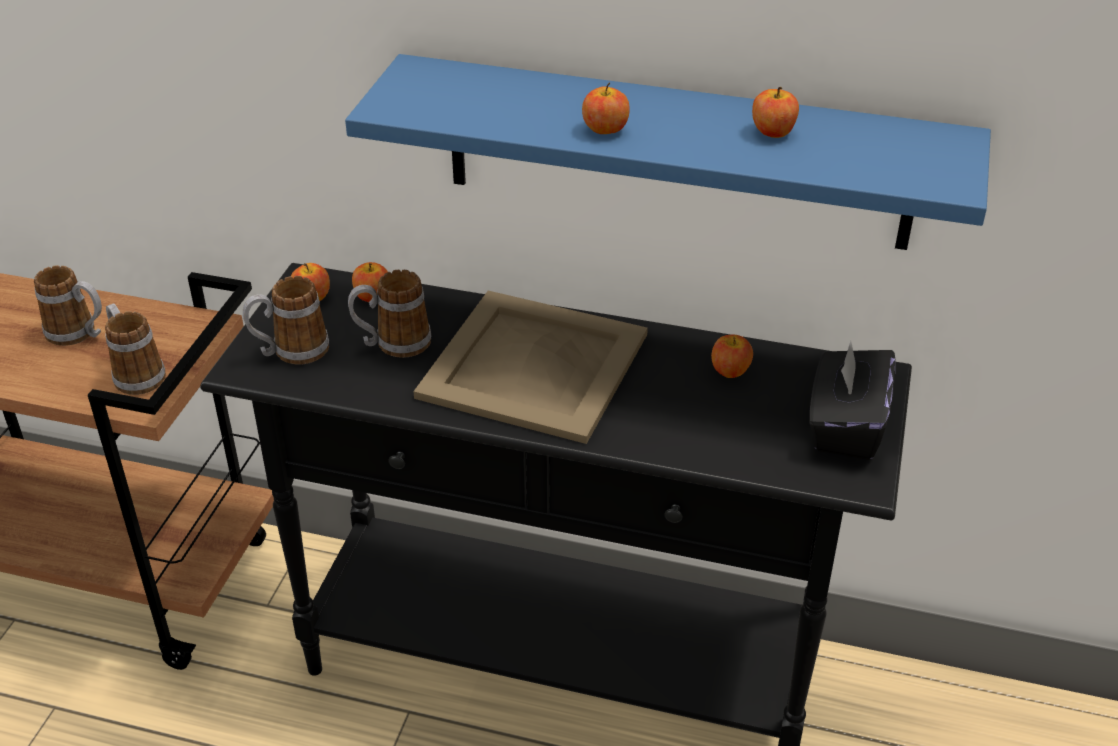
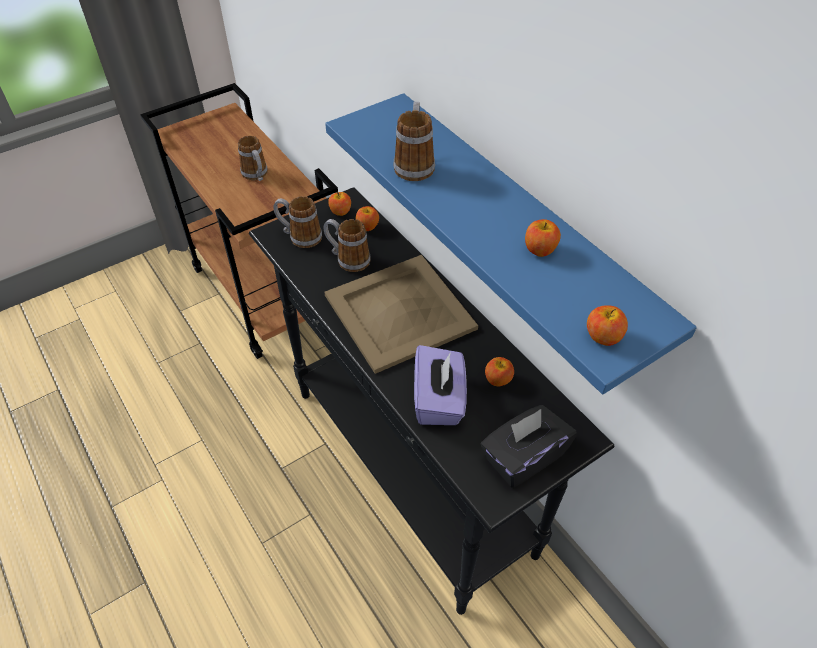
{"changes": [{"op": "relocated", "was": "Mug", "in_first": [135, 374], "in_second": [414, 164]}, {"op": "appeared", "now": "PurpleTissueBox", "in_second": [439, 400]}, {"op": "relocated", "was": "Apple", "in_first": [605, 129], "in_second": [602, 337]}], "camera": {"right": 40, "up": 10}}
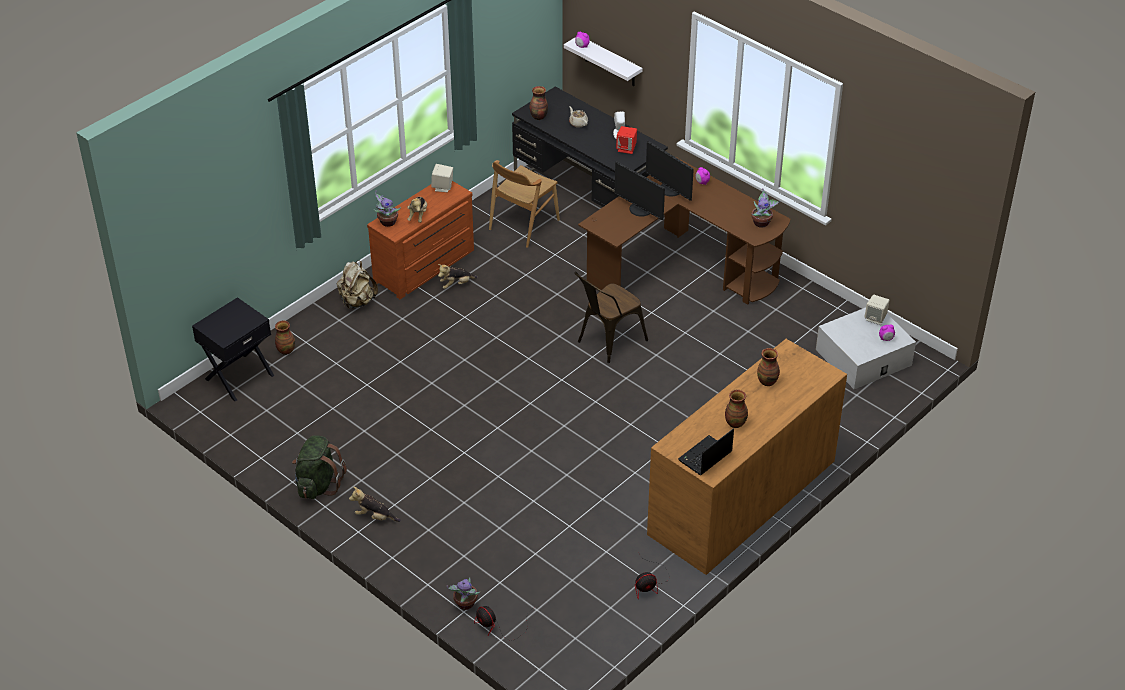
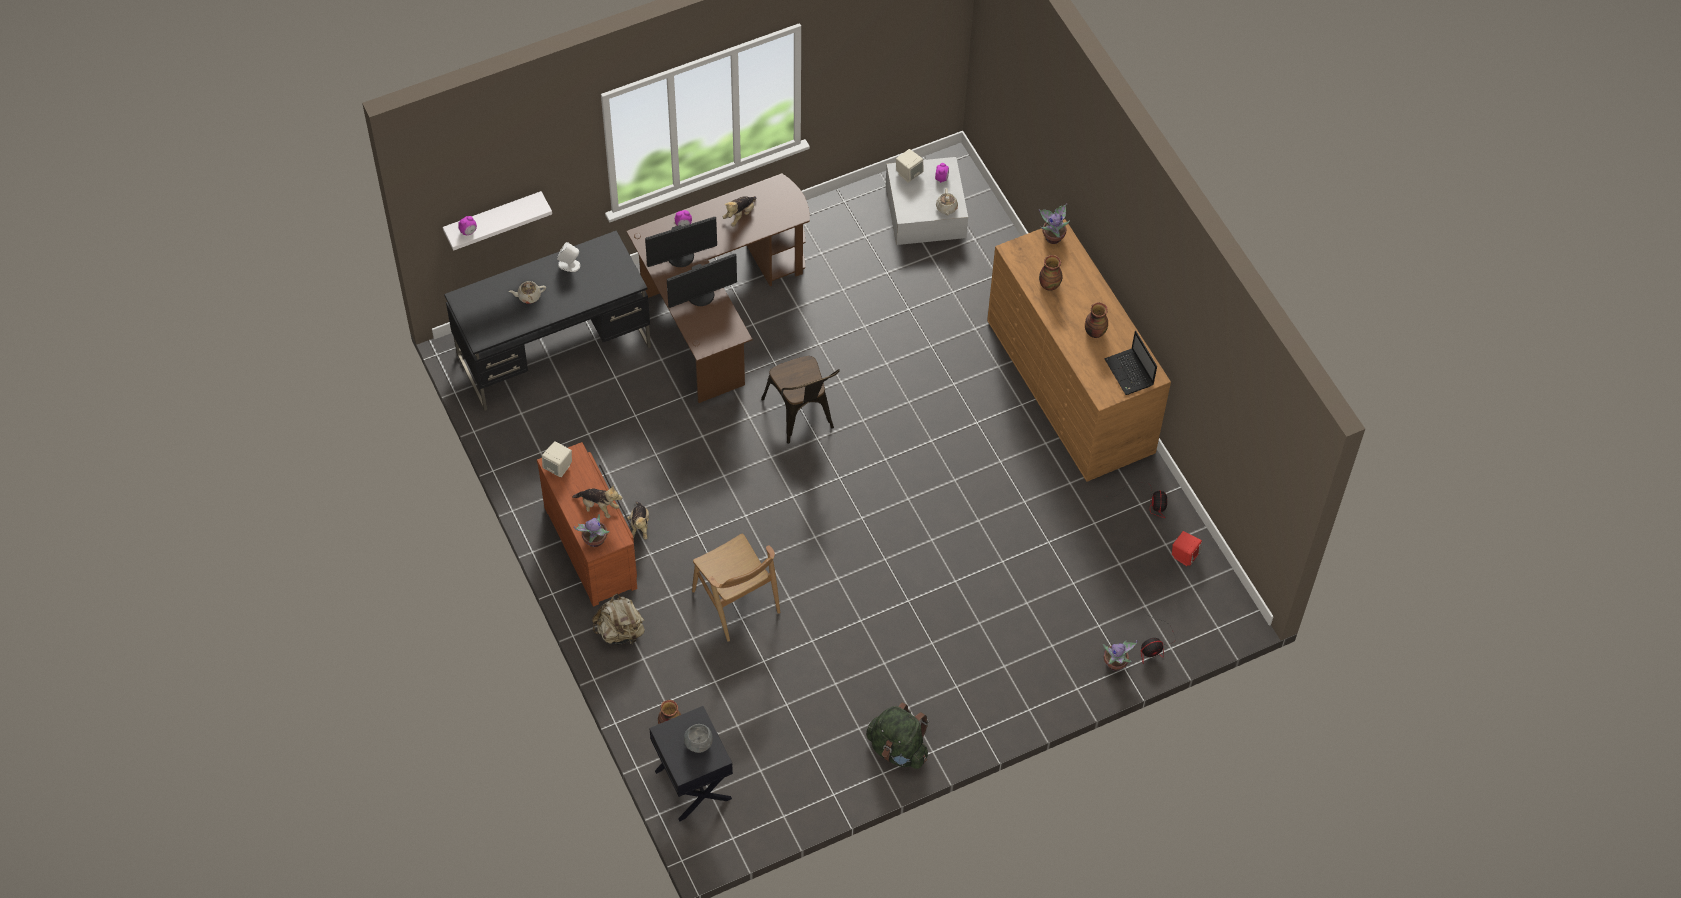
{"changes": [{"op": "appeared", "now": "GreyBowl", "in_second": [698, 743]}, {"op": "relocated", "was": "BrownChair", "in_first": [523, 224], "in_second": [736, 602]}, {"op": "relocated", "was": "PlushToy", "in_first": [374, 517], "in_second": [740, 215]}, {"op": "appeared", "now": "BeigeTeapot", "in_second": [946, 208]}, {"op": "relocated", "was": "PottedPlant", "in_first": [762, 223], "in_second": [1053, 236]}, {"op": "relocated", "was": "RedSpeaker", "in_first": [626, 149], "in_second": [1184, 555]}, {"op": "missing", "was": "Vase", "in_first": [538, 117]}], "camera": {"right": -70, "up": 15}}
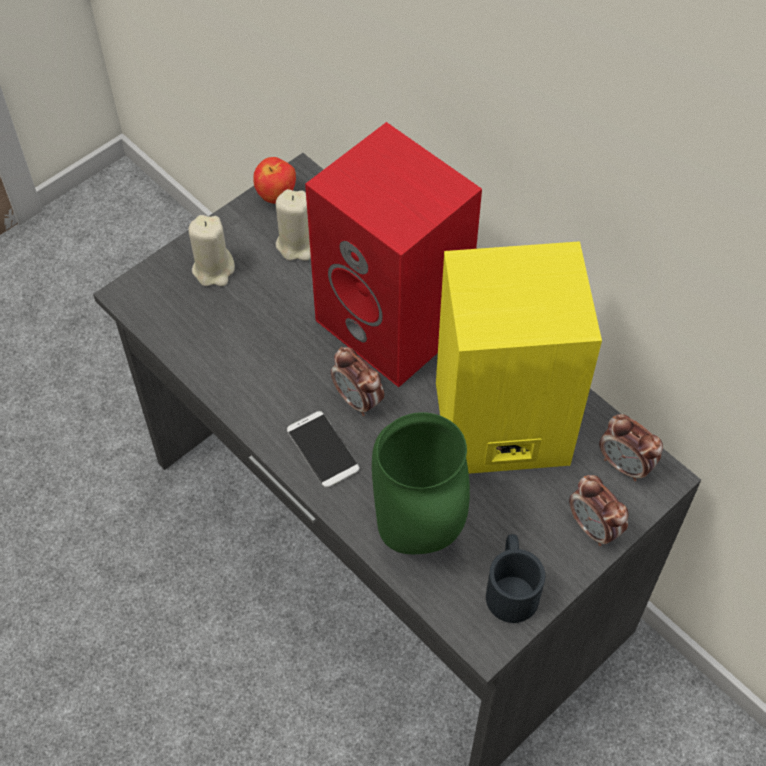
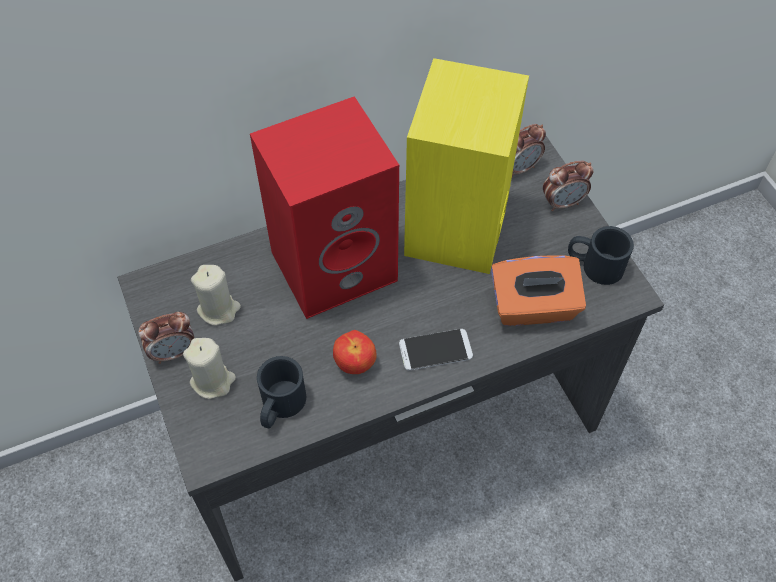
{"changes": [{"op": "relocated", "was": "AlarmClock", "in_first": [358, 400], "in_second": [174, 352]}, {"op": "appeared", "now": "BlackMug", "in_second": [280, 407]}, {"op": "relocated", "was": "Apple", "in_first": [276, 197], "in_second": [355, 364]}, {"op": "exchanged", "was": "GreenVase", "now": "OrangeTissueBox", "in_first": [419, 533], "in_second": [533, 307]}], "camera": {"right": -70, "up": 0}}
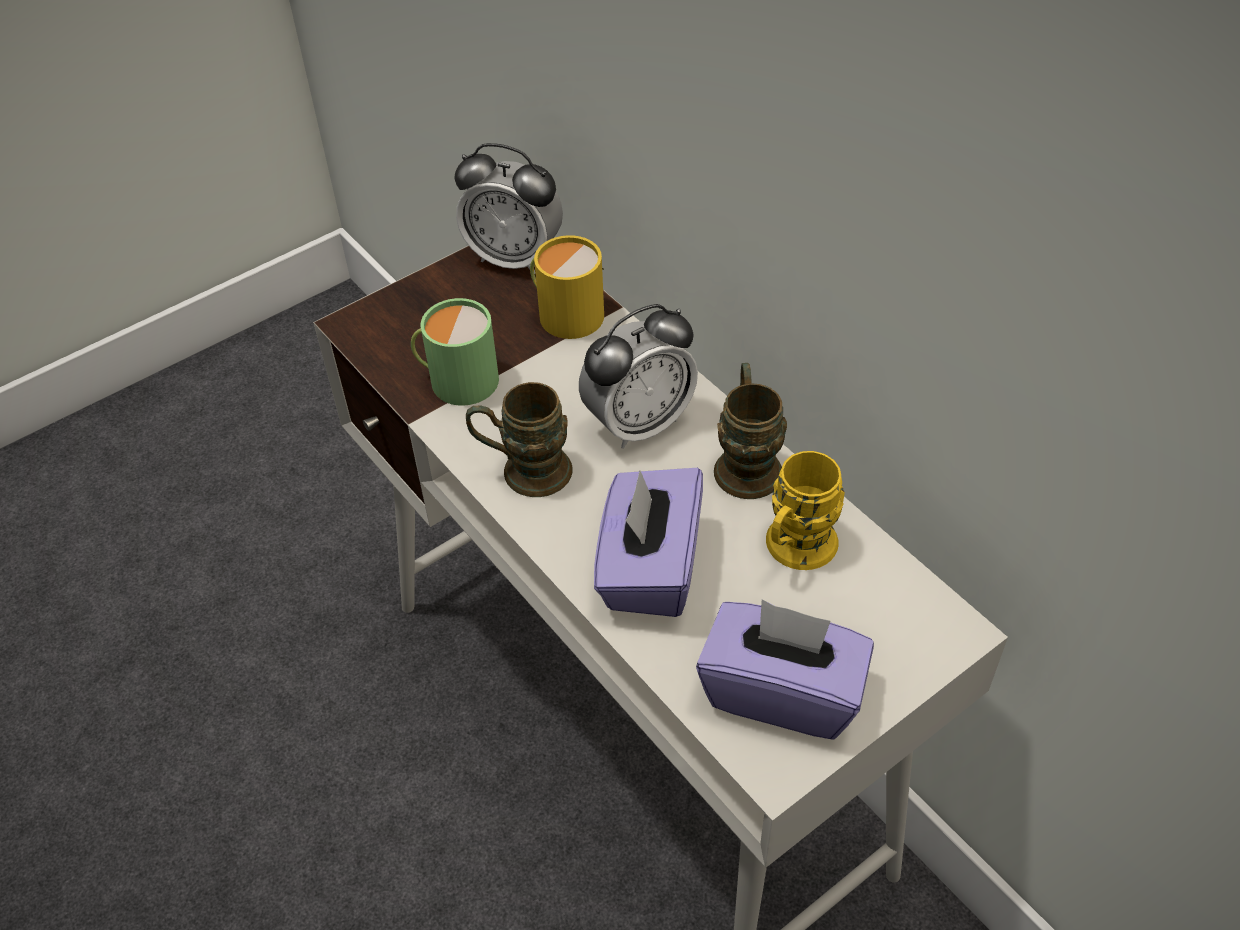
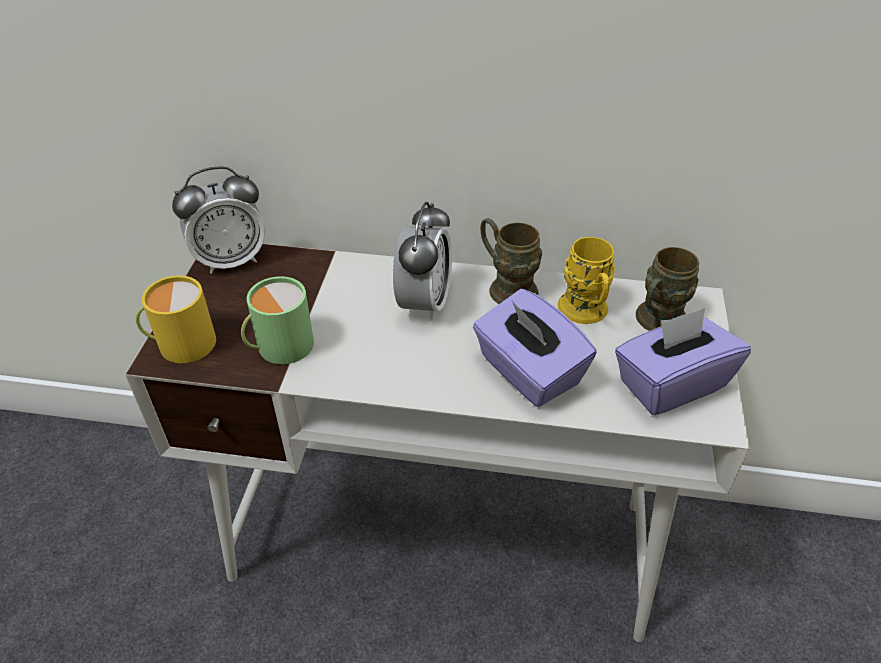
{"changes": [{"op": "relocated", "was": "YellowMug", "in_first": [566, 312], "in_second": [181, 343]}, {"op": "relocated", "was": "BrownMug", "in_first": [524, 471], "in_second": [656, 322]}], "camera": {"right": -45, "up": -5}}
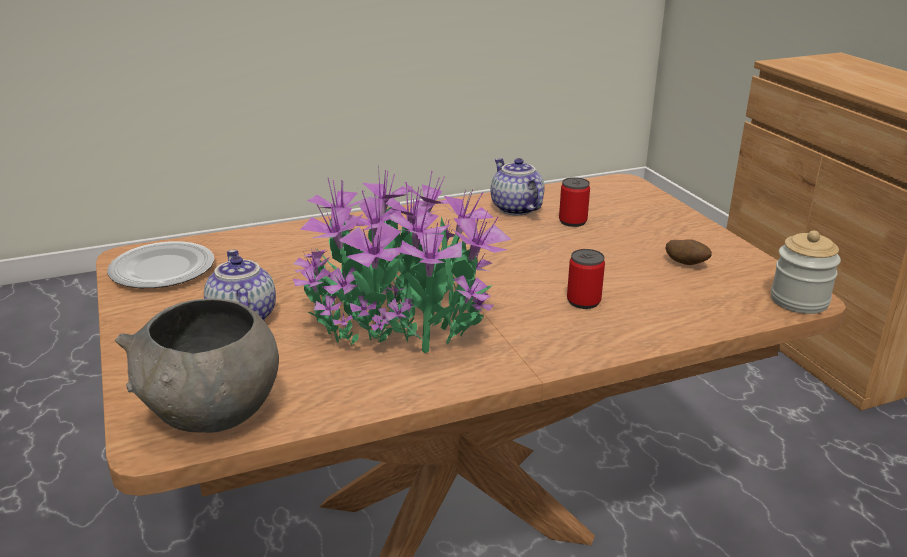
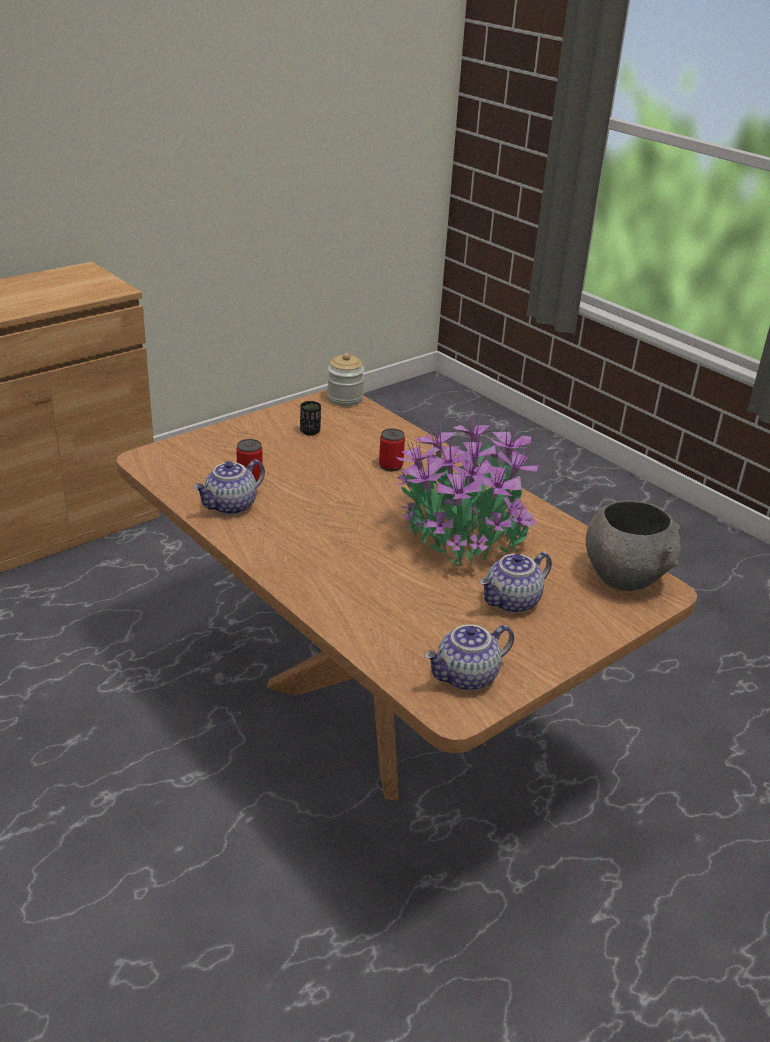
{"changes": [{"op": "exchanged", "was": "Potato", "now": "BlackCup", "in_first": [686, 264], "in_second": [310, 431]}, {"op": "exchanged", "was": "Plate", "now": "Teapot", "in_first": [161, 270], "in_second": [466, 678]}], "camera": {"right": -110, "up": 5}}
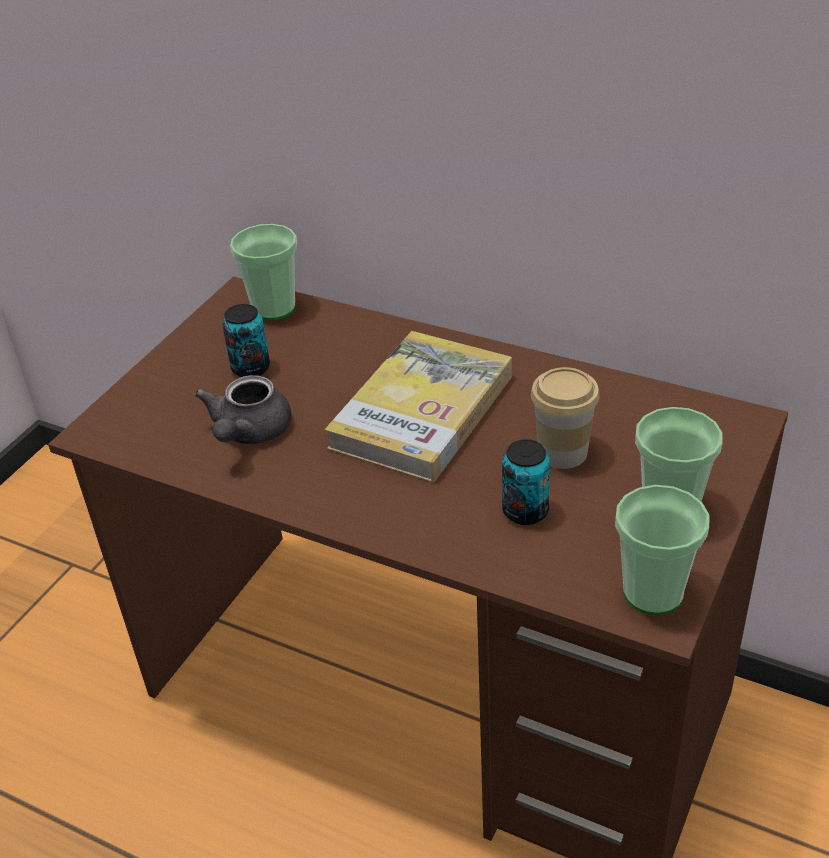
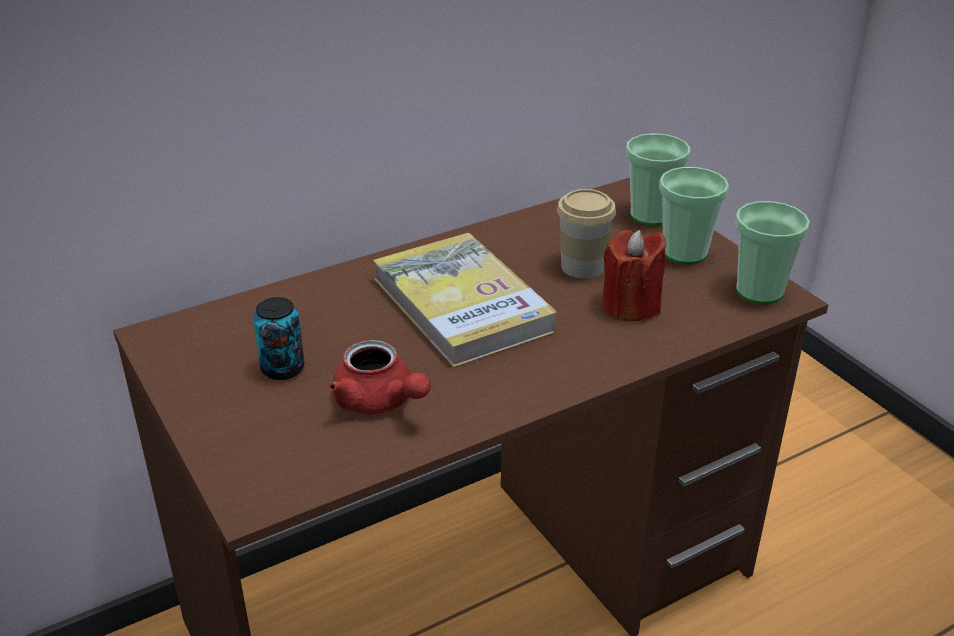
{"changes": [{"op": "colour", "was": "GreyTeapot", "now": "RedTeapot", "in_first": [248, 433], "in_second": [379, 402]}, {"op": "exchanged", "was": "Can", "now": "RedCandle", "in_first": [525, 511], "in_second": [630, 306]}, {"op": "relocated", "was": "Cup", "in_first": [274, 308], "in_second": [651, 215]}], "camera": {"right": -60, "up": -5}}
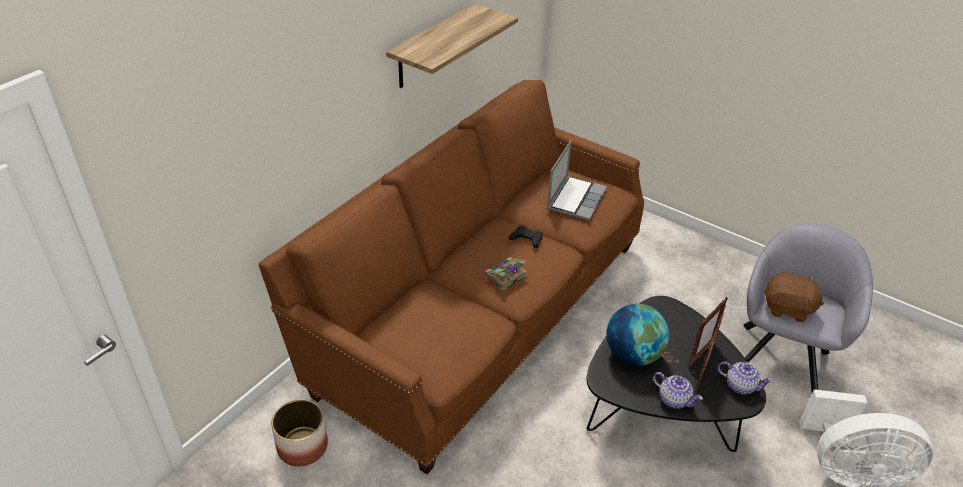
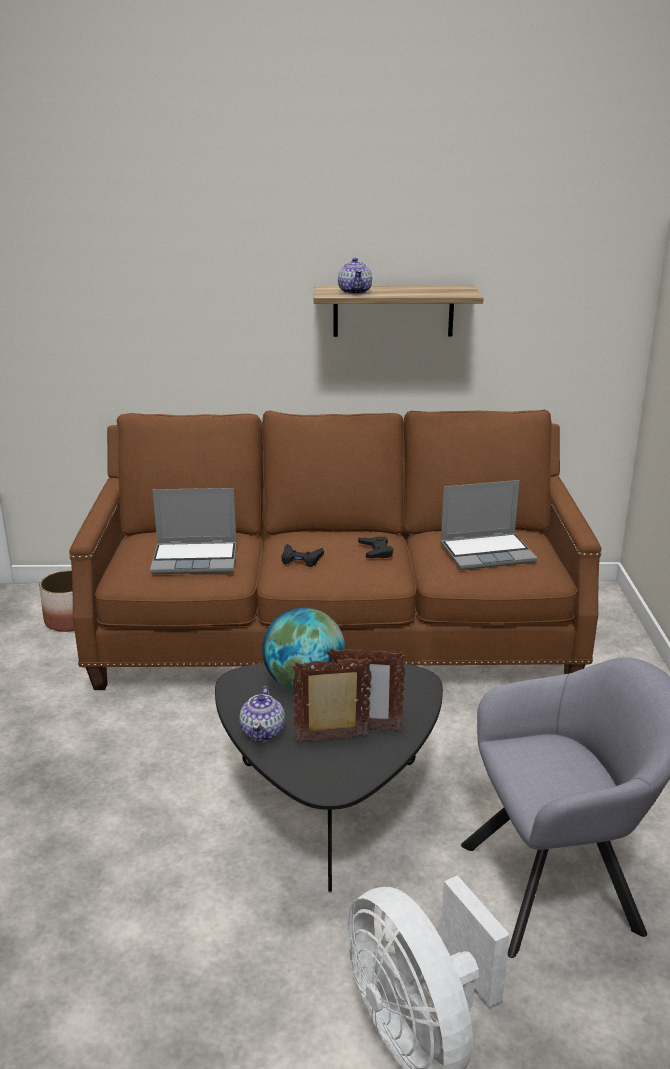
{"changes": [{"op": "appeared", "now": "Laptop", "in_second": [196, 559]}, {"op": "exchanged", "was": "Book", "now": "BlackGameController", "in_first": [505, 276], "in_second": [301, 559]}, {"op": "relocated", "was": "Teapot", "in_first": [740, 385], "in_second": [355, 292]}, {"op": "missing", "was": "BrownPlushToy", "in_first": [787, 309]}], "camera": {"right": 55, "up": -15}}
